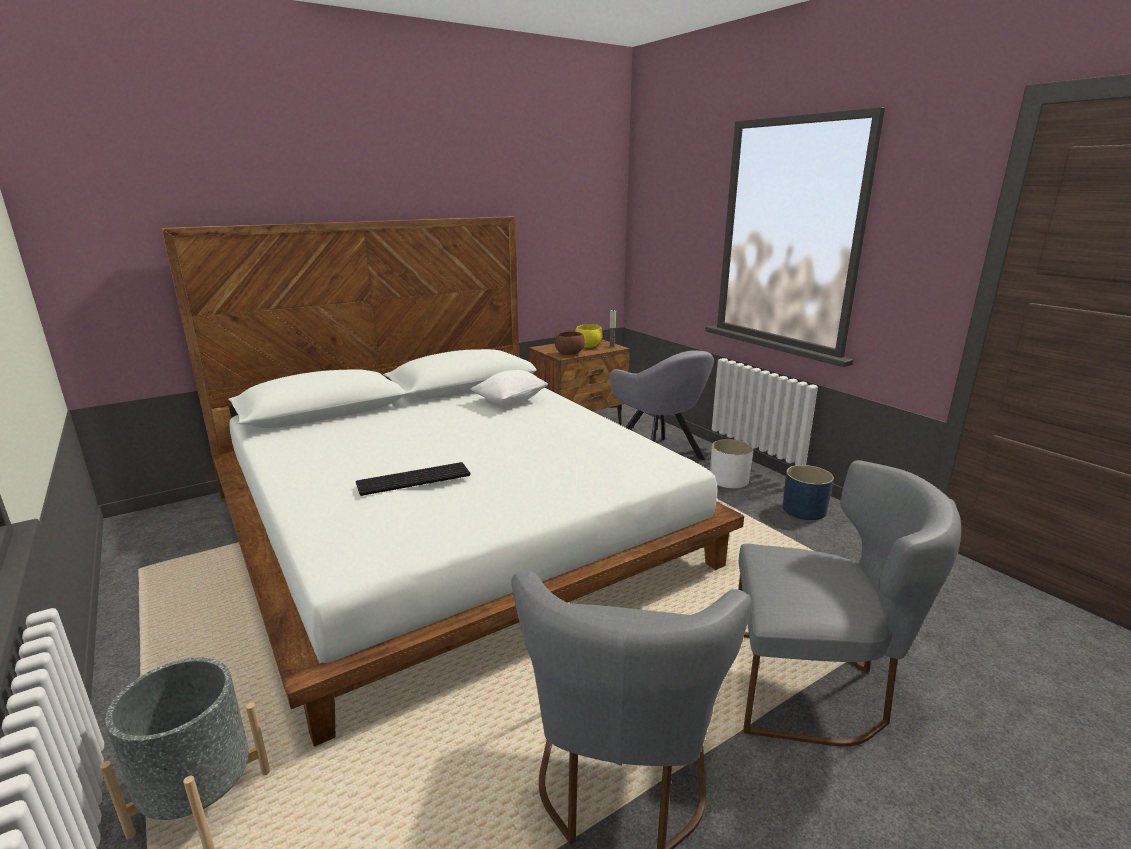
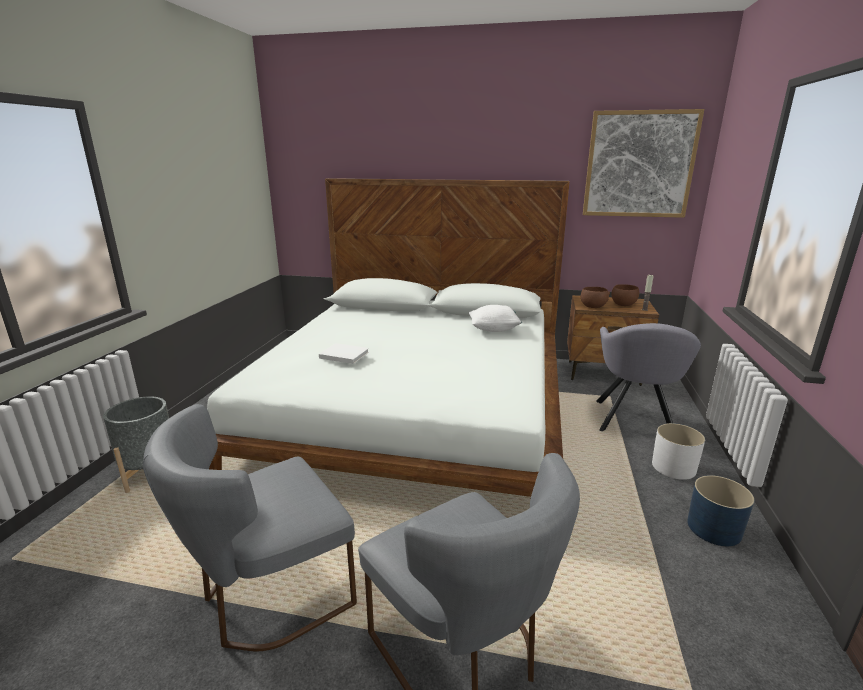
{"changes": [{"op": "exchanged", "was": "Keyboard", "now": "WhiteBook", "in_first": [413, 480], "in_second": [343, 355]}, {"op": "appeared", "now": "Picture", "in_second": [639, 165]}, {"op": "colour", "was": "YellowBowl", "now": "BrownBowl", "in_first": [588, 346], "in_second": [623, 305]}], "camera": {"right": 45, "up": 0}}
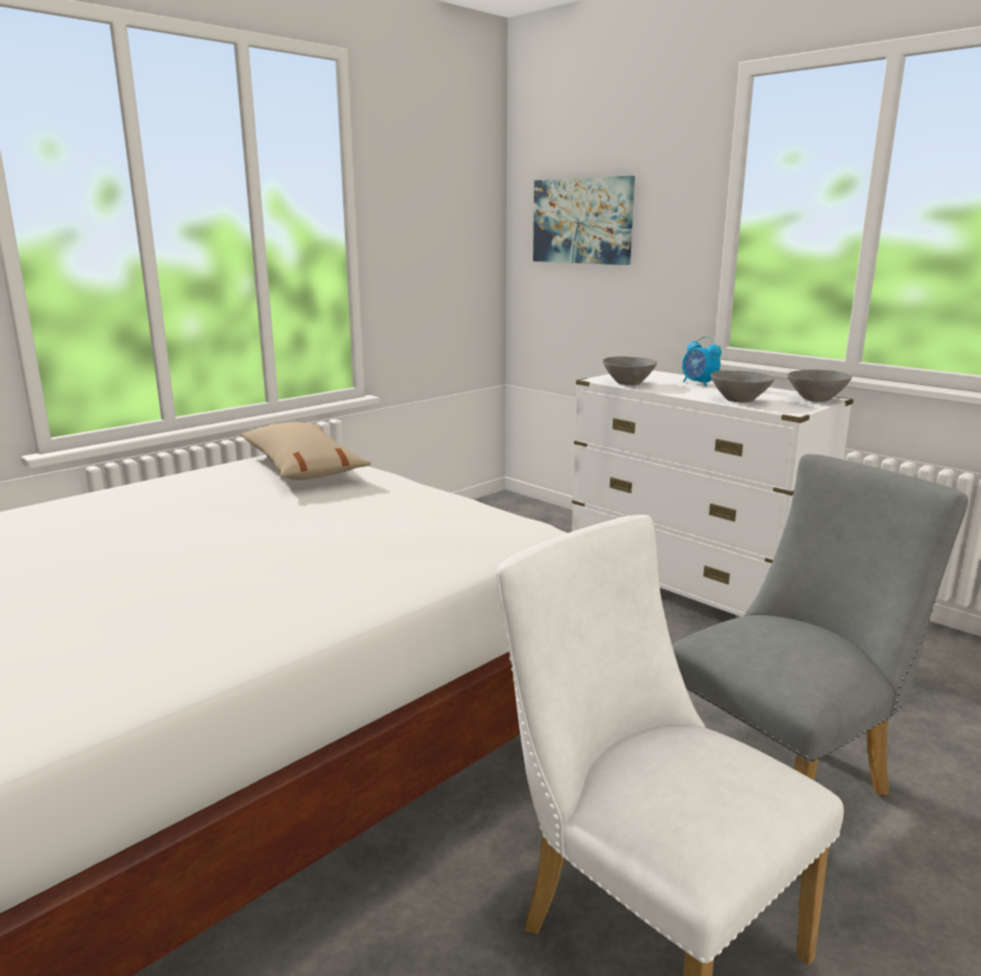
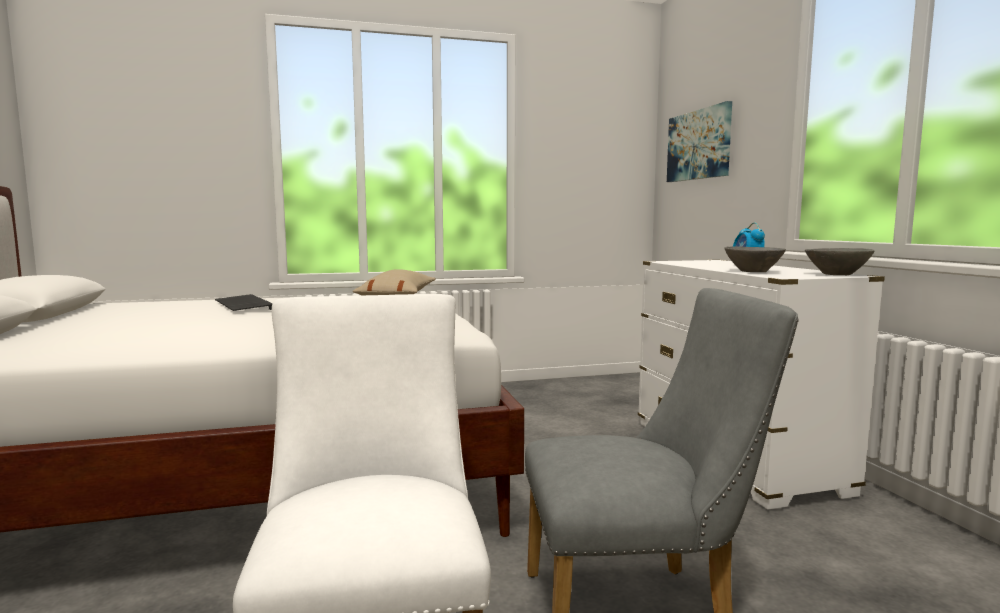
{"changes": [{"op": "appeared", "now": "Keyboard", "in_second": [241, 305]}, {"op": "missing", "was": "GreyBowl", "in_first": [628, 383]}], "camera": {"right": 30, "up": -10}}
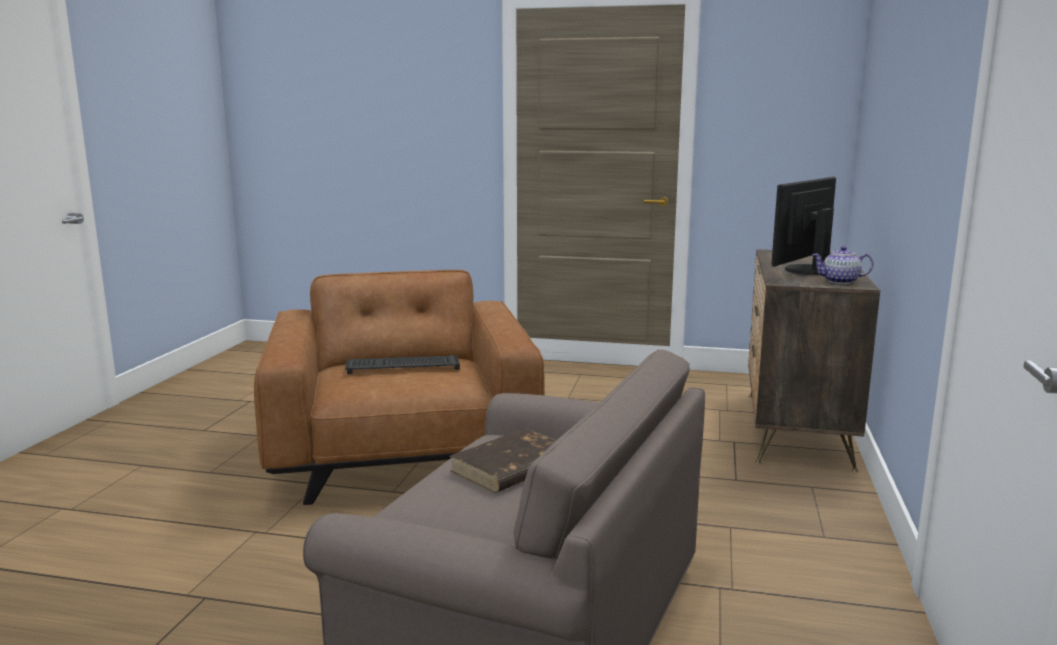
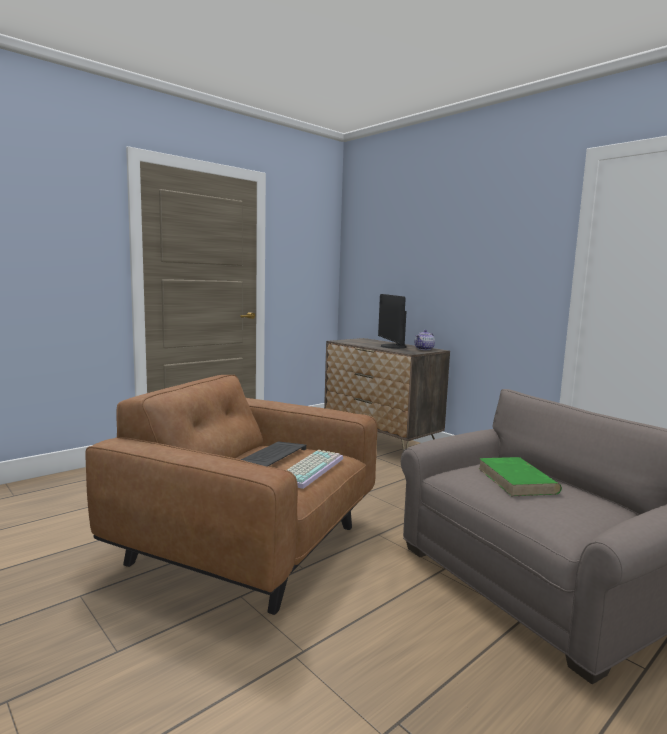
{"changes": [{"op": "appeared", "now": "Keyboard", "in_second": [309, 469]}, {"op": "colour", "was": "BrownBook", "now": "GreenBook", "in_first": [512, 467], "in_second": [517, 481]}], "camera": {"right": -55, "up": -5}}
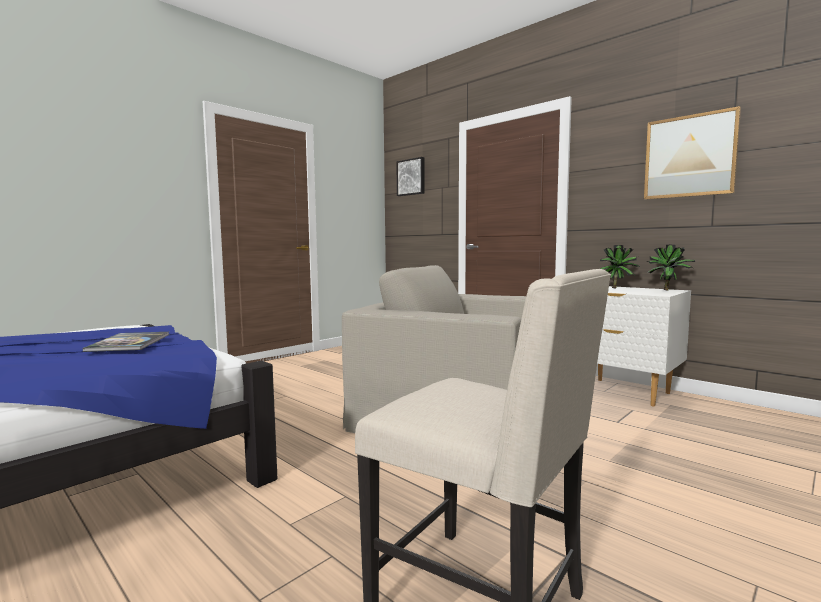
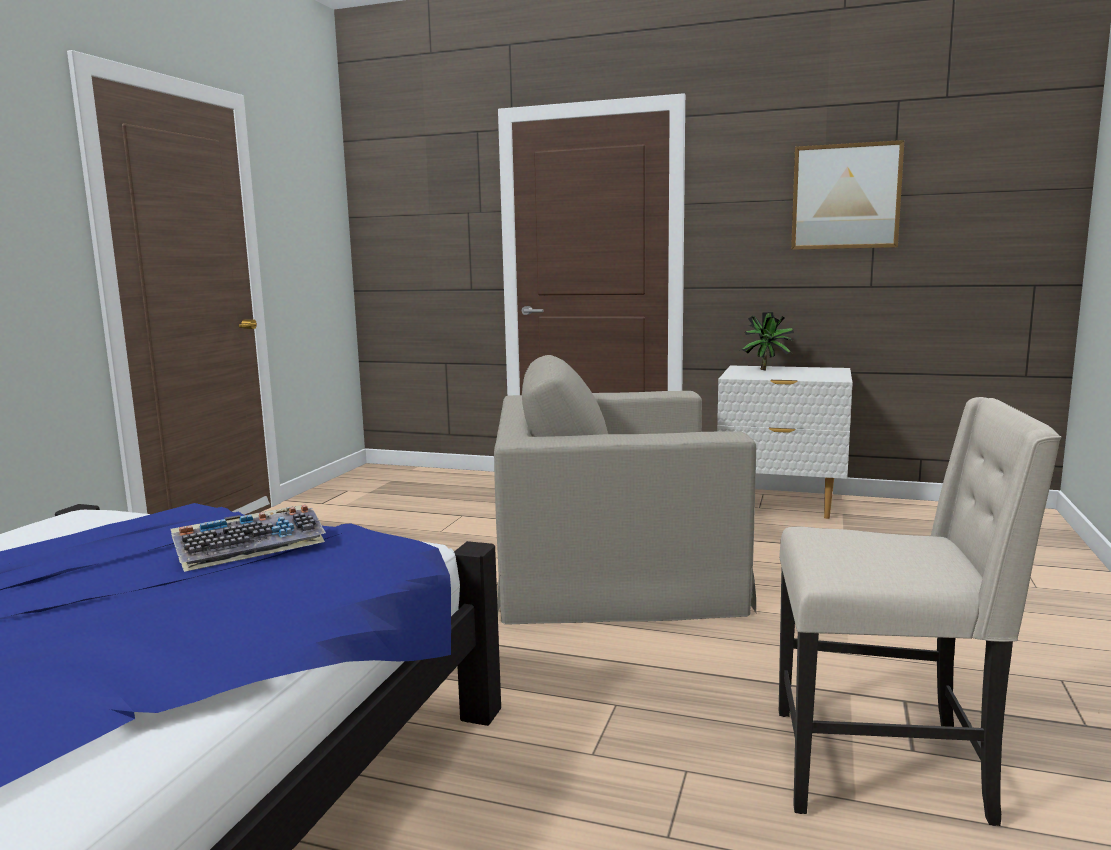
{"changes": [{"op": "exchanged", "was": "Book", "now": "Keyboard", "in_first": [129, 343], "in_second": [251, 547]}, {"op": "missing", "was": "Picture", "in_first": [411, 177]}, {"op": "missing", "was": "PottedPlant", "in_first": [669, 290]}], "camera": {"right": -25, "up": 5}}
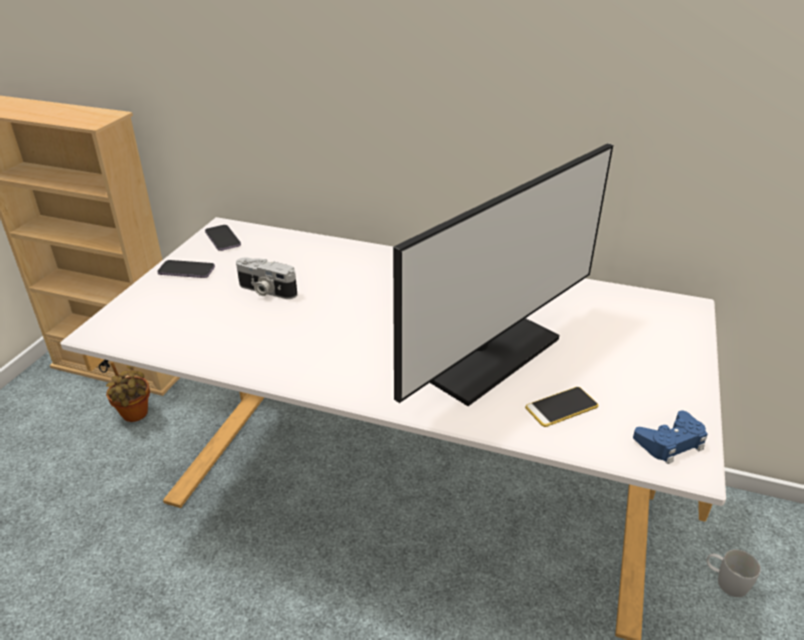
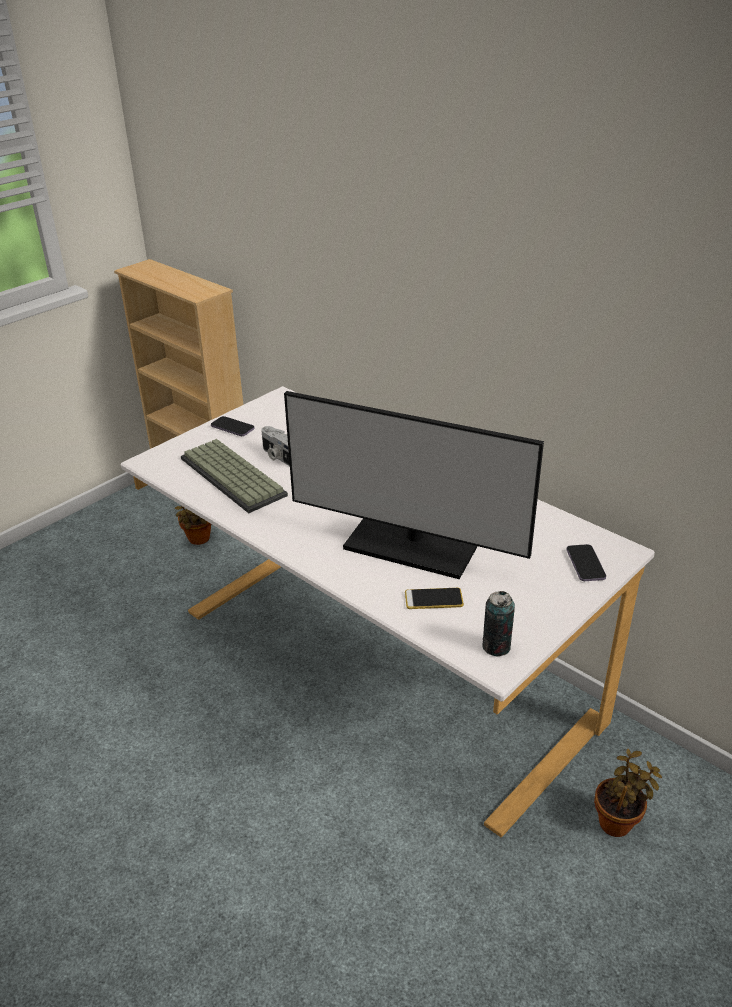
{"changes": [{"op": "appeared", "now": "Keyboard", "in_second": [235, 476]}, {"op": "spun", "was": "Monitor", "in_first": [489, 356], "in_second": [410, 547], "clockwise": 45}, {"op": "exchanged", "was": "BlueGameController", "now": "Can", "in_first": [670, 442], "in_second": [496, 647]}, {"op": "relocated", "was": "Phone", "in_first": [223, 239], "in_second": [585, 564]}, {"op": "exchanged", "was": "WhiteMug", "now": "PottedPlant", "in_first": [725, 581], "in_second": [617, 822]}], "camera": {"right": 25, "up": 0}}
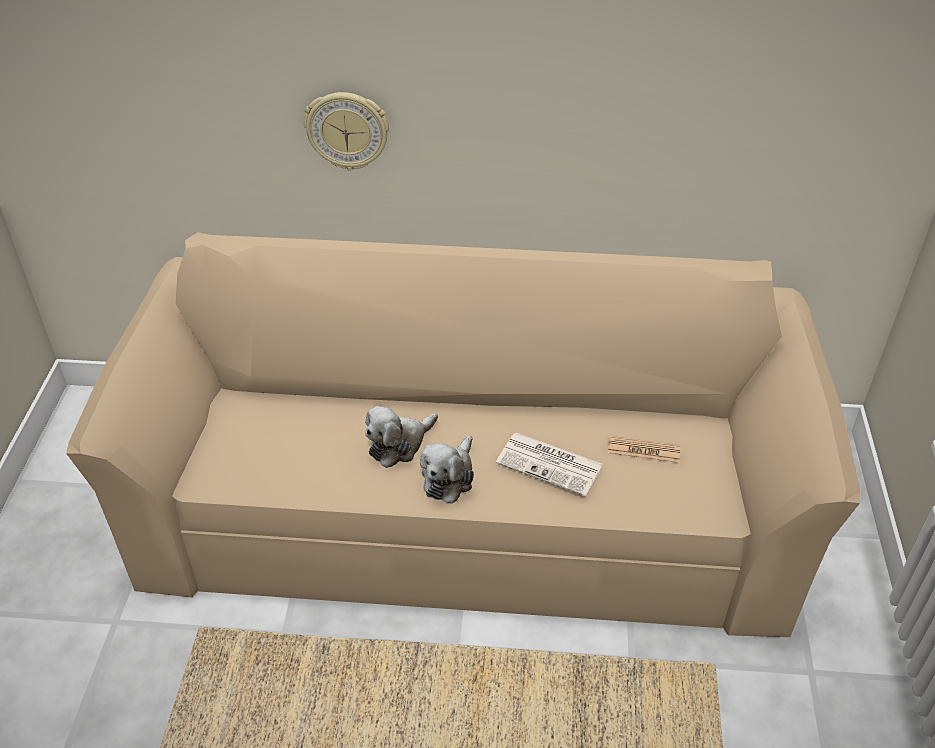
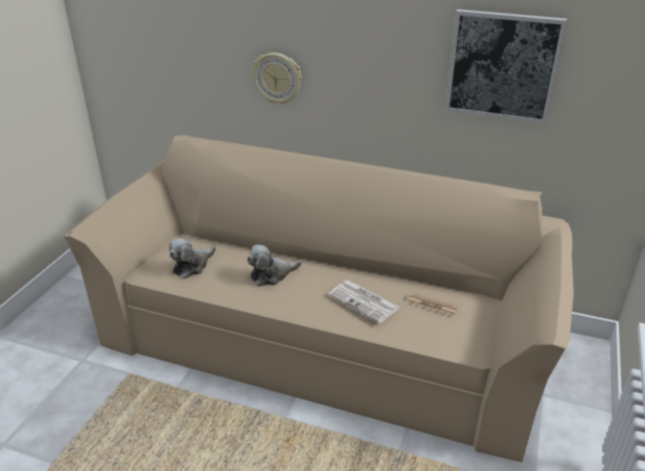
{"changes": [{"op": "relocated", "was": "PlushToy", "in_first": [449, 477], "in_second": [192, 266]}, {"op": "appeared", "now": "Picture", "in_second": [502, 66]}], "camera": {"right": 15, "up": -10}}
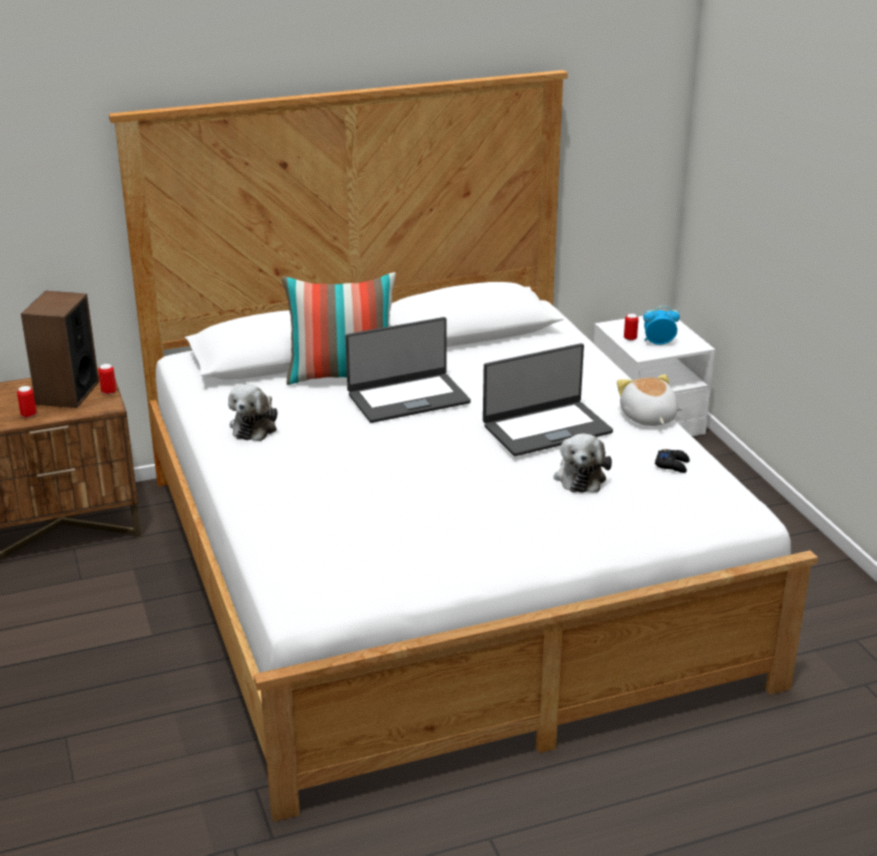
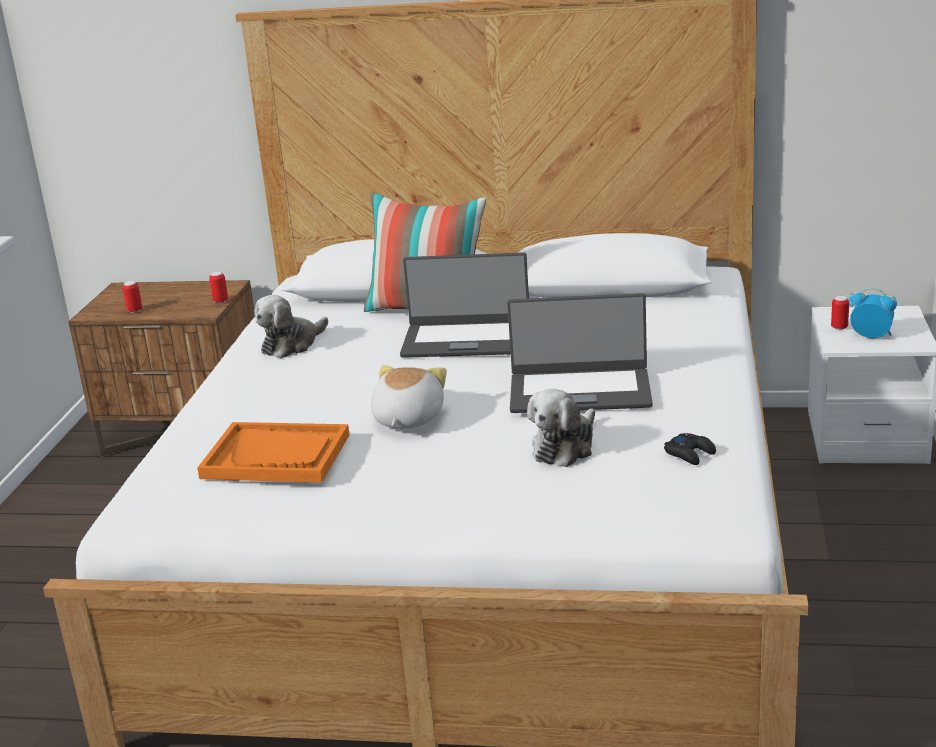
{"changes": [{"op": "appeared", "now": "OrangeTray", "in_second": [276, 456]}, {"op": "relocated", "was": "PlushToy", "in_first": [647, 418], "in_second": [406, 419]}, {"op": "missing", "was": "Speaker", "in_first": [67, 393]}], "camera": {"right": 30, "up": -5}}
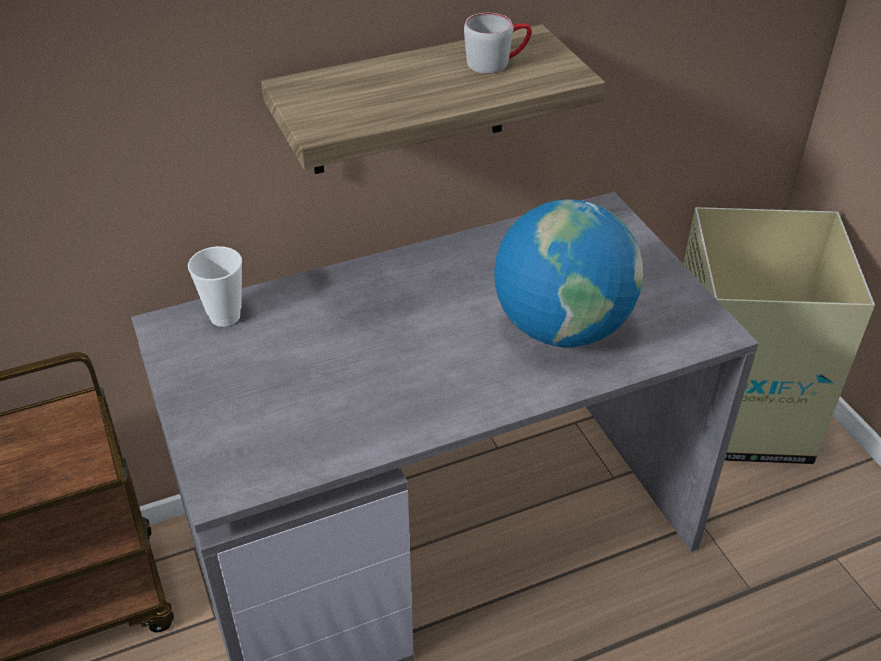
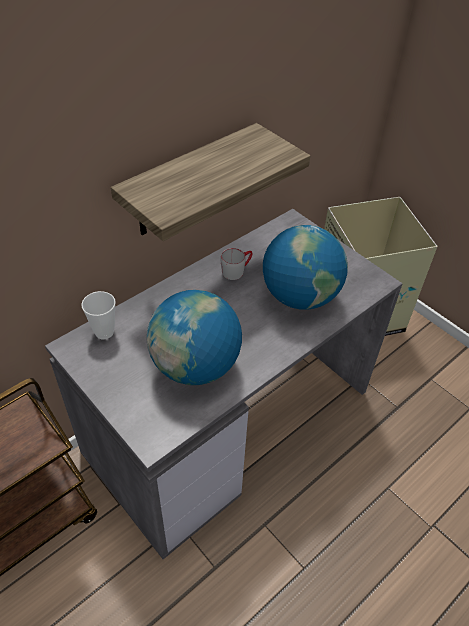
{"changes": [{"op": "appeared", "now": "Globe", "in_second": [195, 366]}, {"op": "relocated", "was": "GreyMug", "in_first": [497, 62], "in_second": [237, 270]}], "camera": {"right": -20, "up": 5}}
